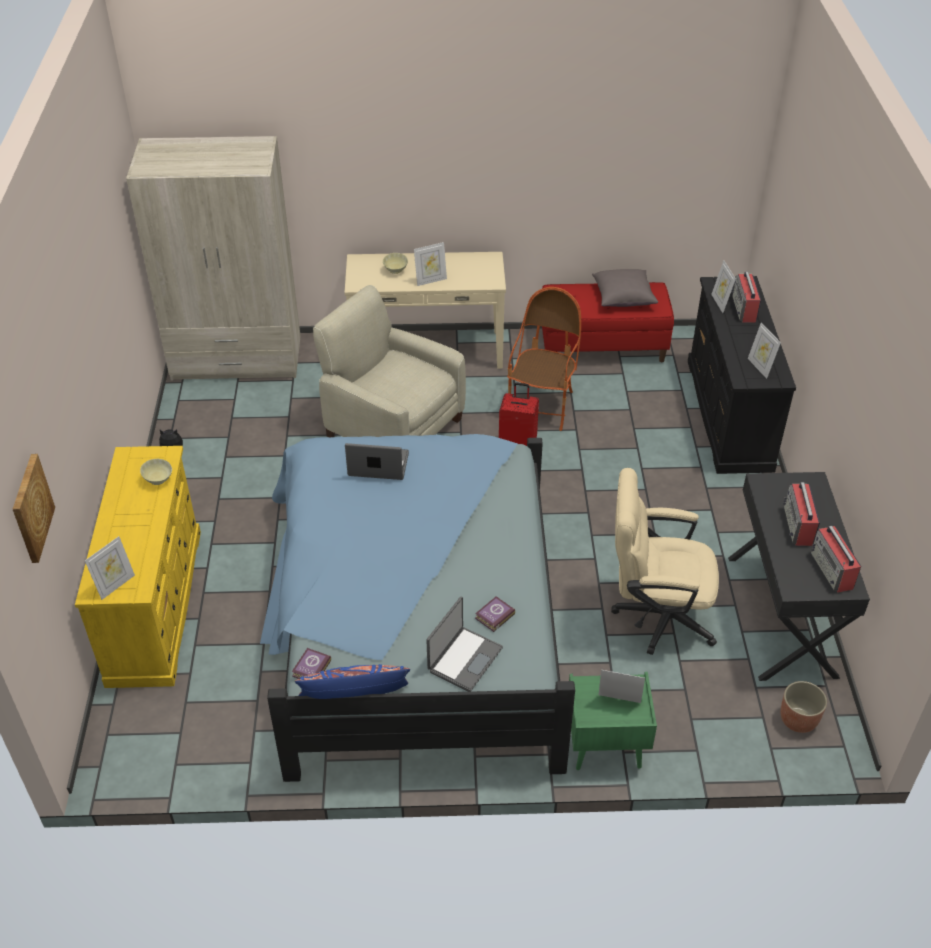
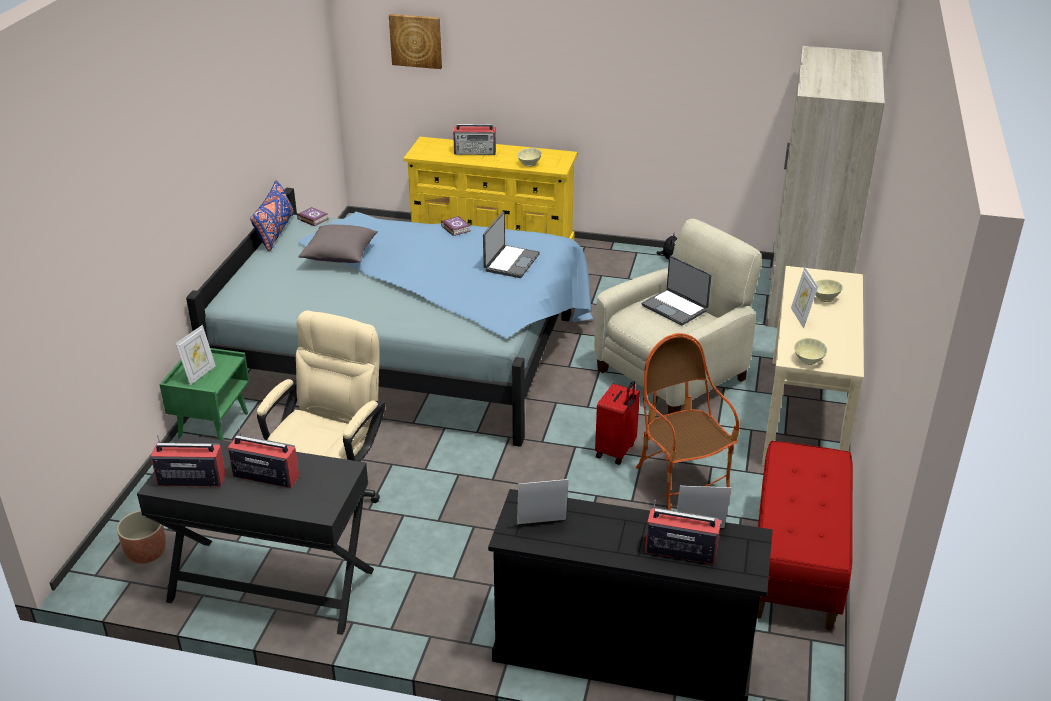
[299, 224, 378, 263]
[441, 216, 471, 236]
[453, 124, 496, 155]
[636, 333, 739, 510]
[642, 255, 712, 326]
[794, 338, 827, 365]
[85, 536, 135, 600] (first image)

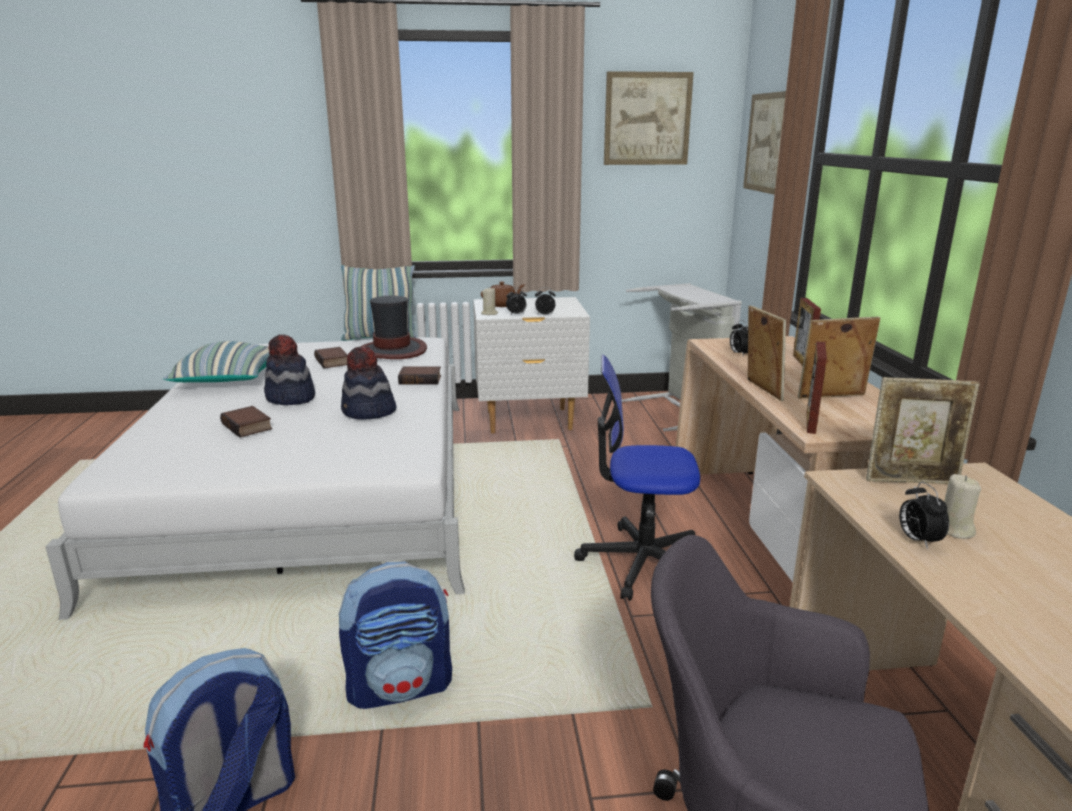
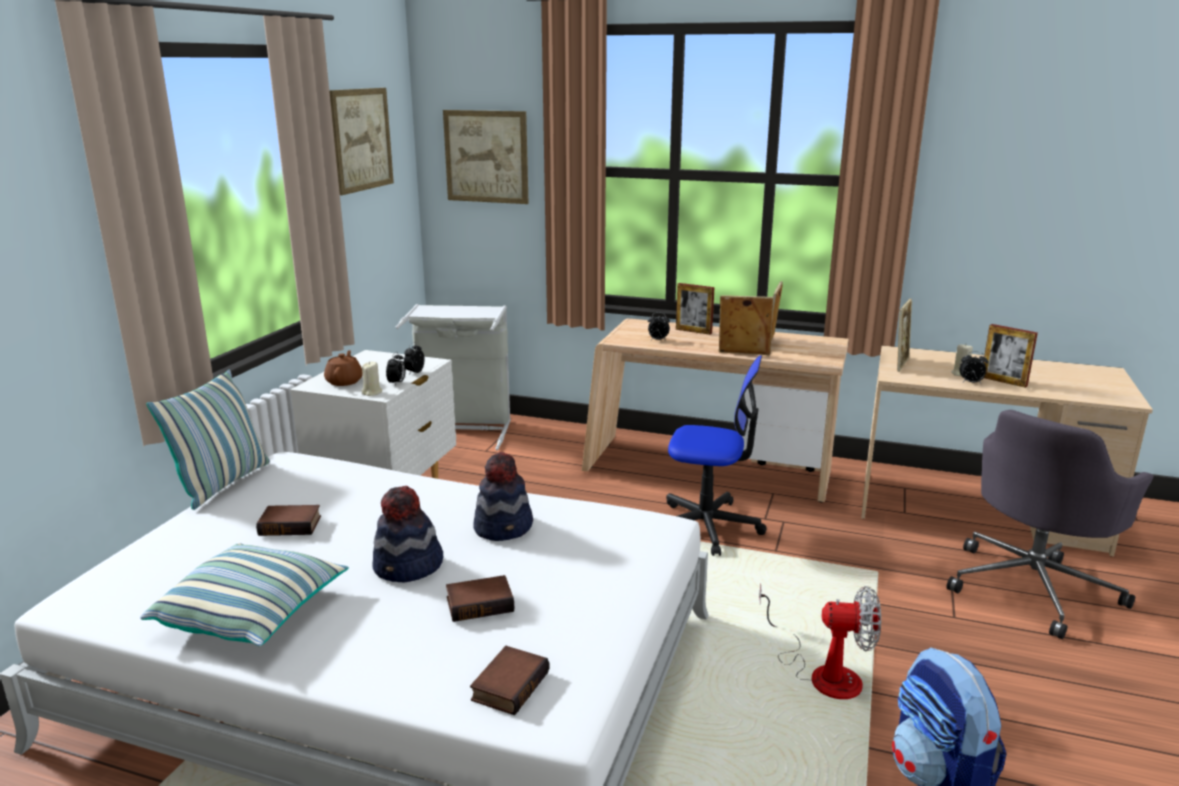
[470, 646, 550, 715]
[666, 355, 766, 556]
[759, 583, 881, 699]
[983, 324, 1038, 388]
[360, 296, 427, 359] (first image)

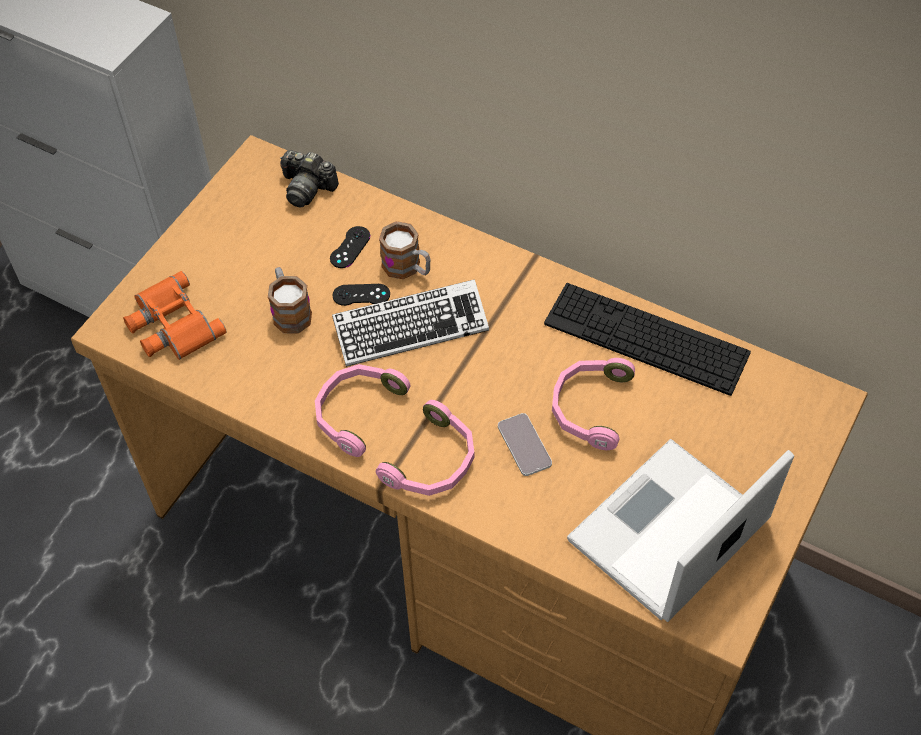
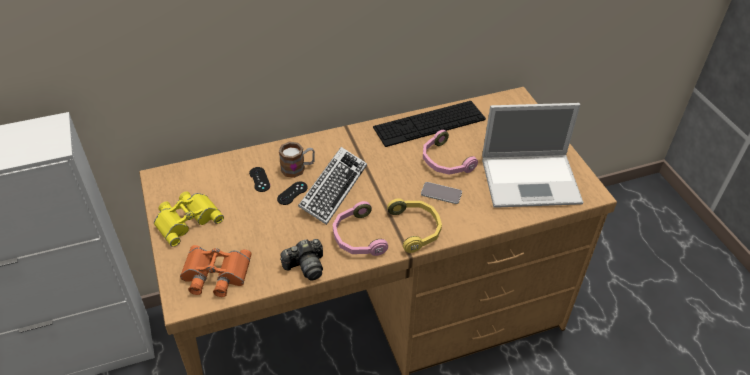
[154, 192, 224, 247]
[280, 239, 323, 281]
[387, 198, 442, 253]
[482, 103, 583, 208]
[268, 267, 312, 334] (first image)

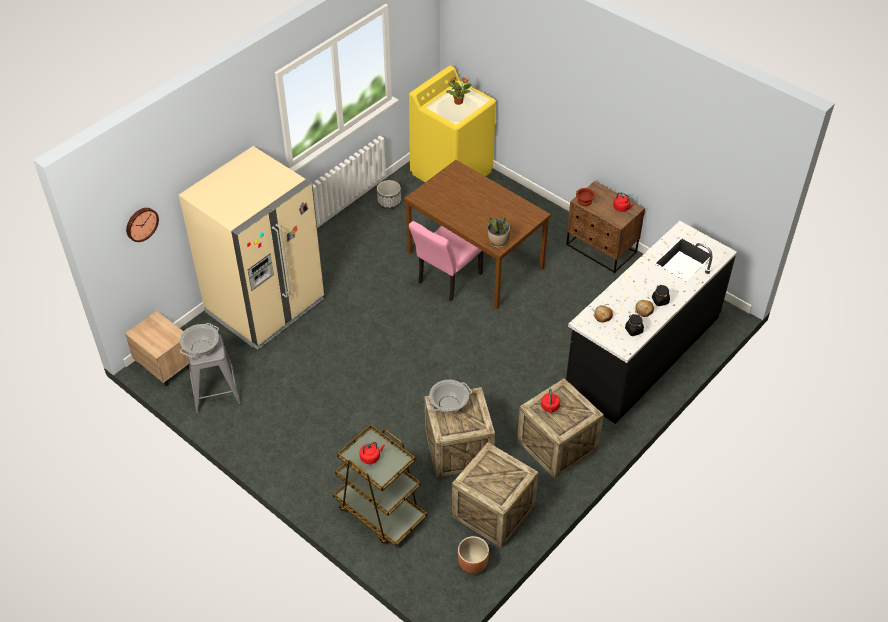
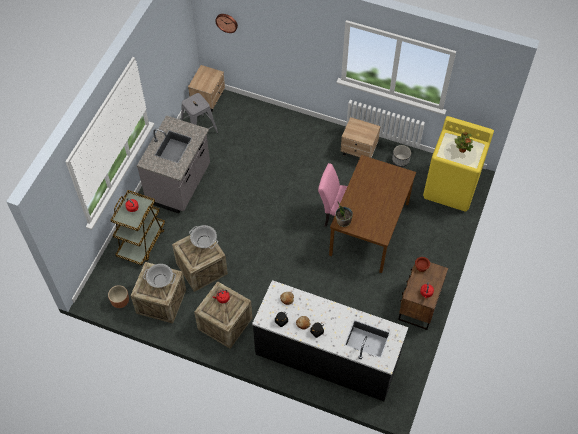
[137, 115, 210, 214]
[143, 264, 176, 288]
[341, 117, 381, 158]
[179, 146, 325, 350] (first image)

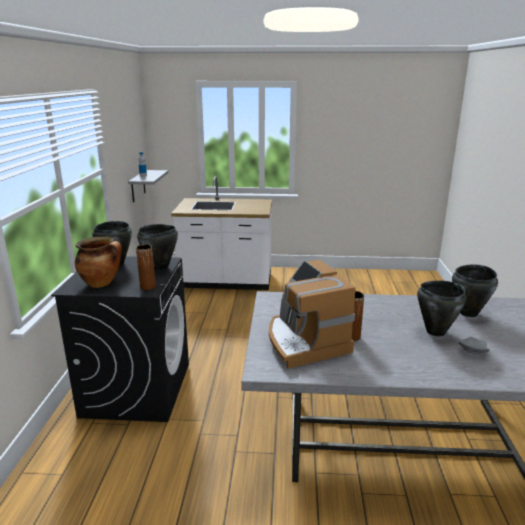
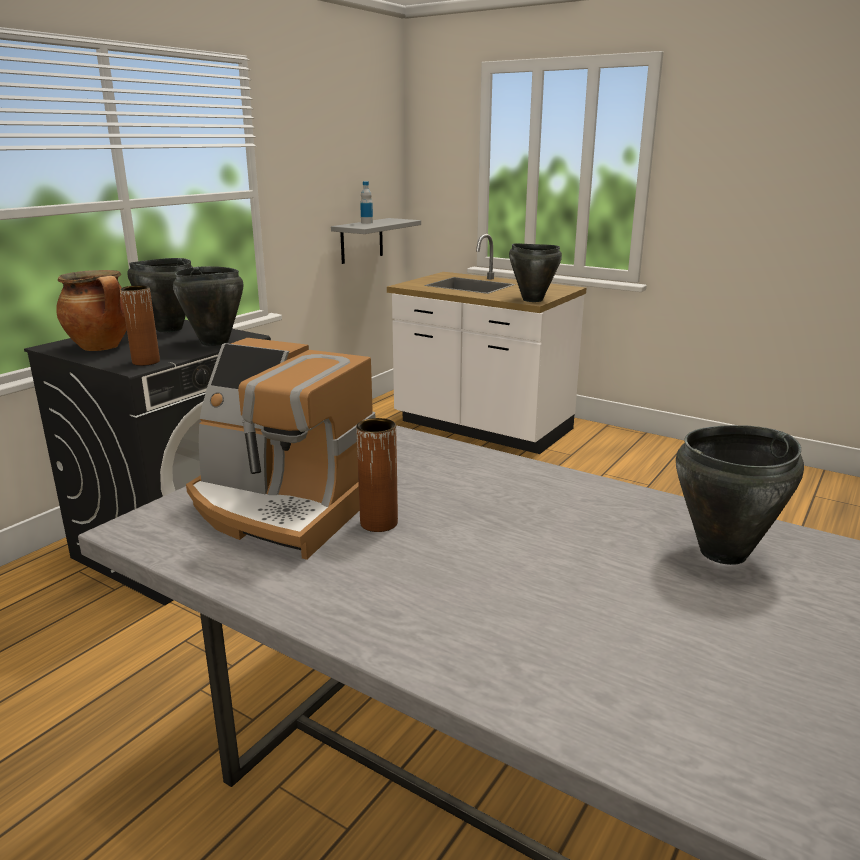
[186, 338, 375, 560]
[509, 243, 562, 302]
[458, 337, 489, 354] (first image)

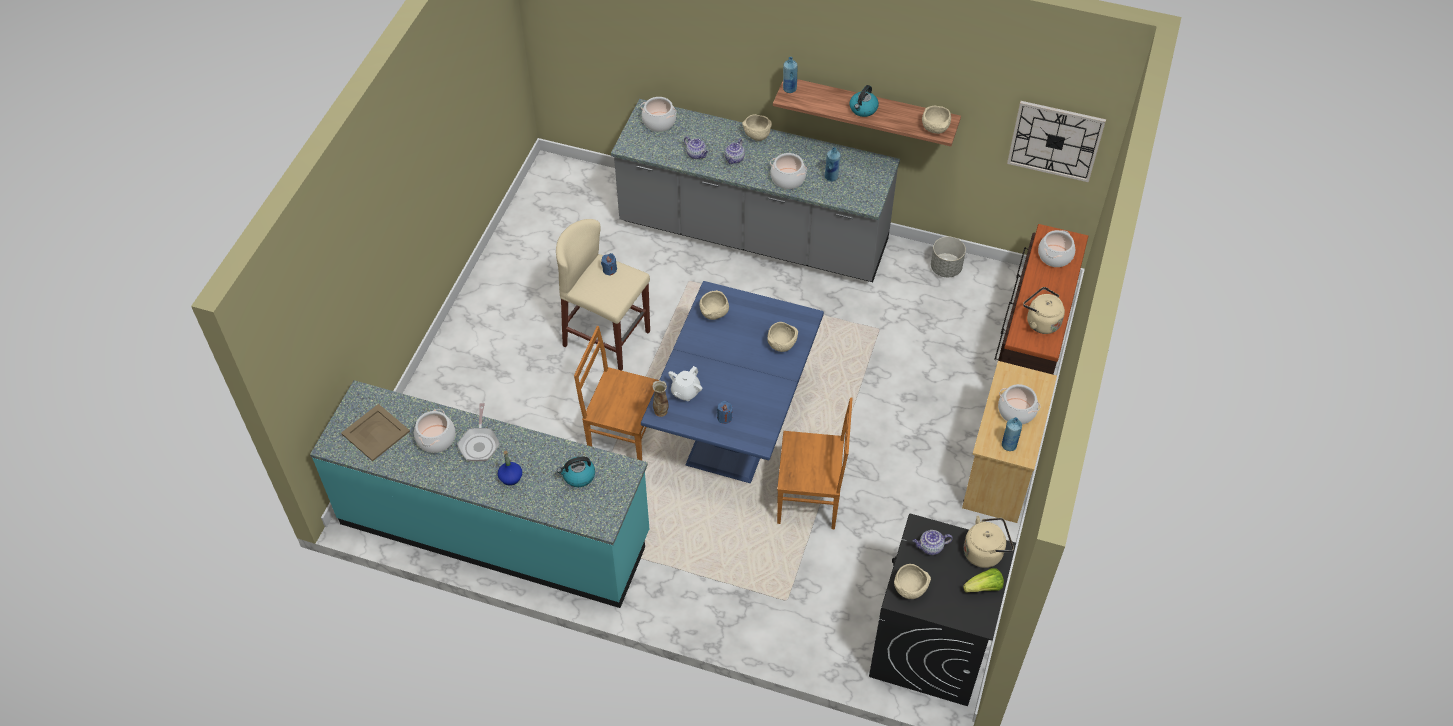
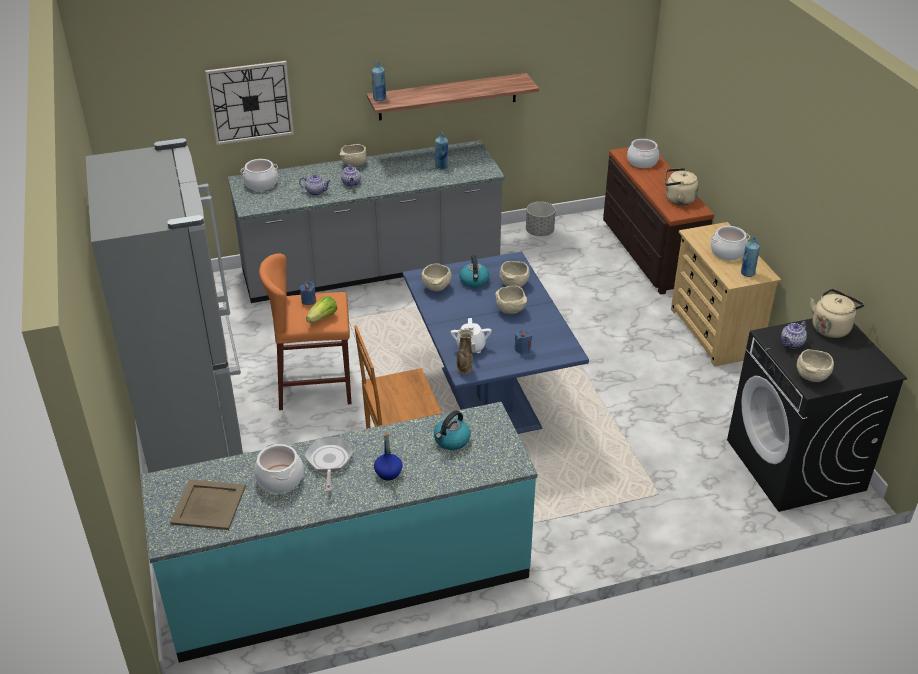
[86, 138, 243, 473]
[205, 61, 294, 145]
[259, 253, 352, 410]
[304, 438, 354, 492]
[306, 296, 337, 323]
[459, 255, 489, 288]
[495, 286, 527, 314]
[770, 153, 807, 189] (first image)
[777, 397, 853, 529] (first image)

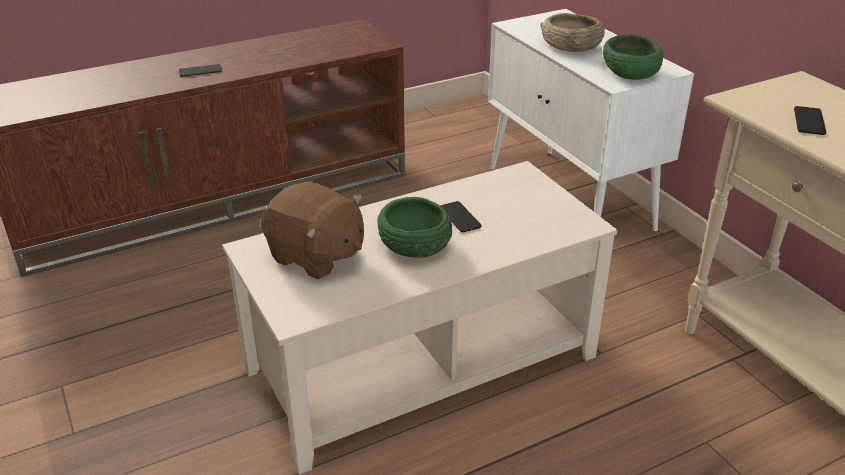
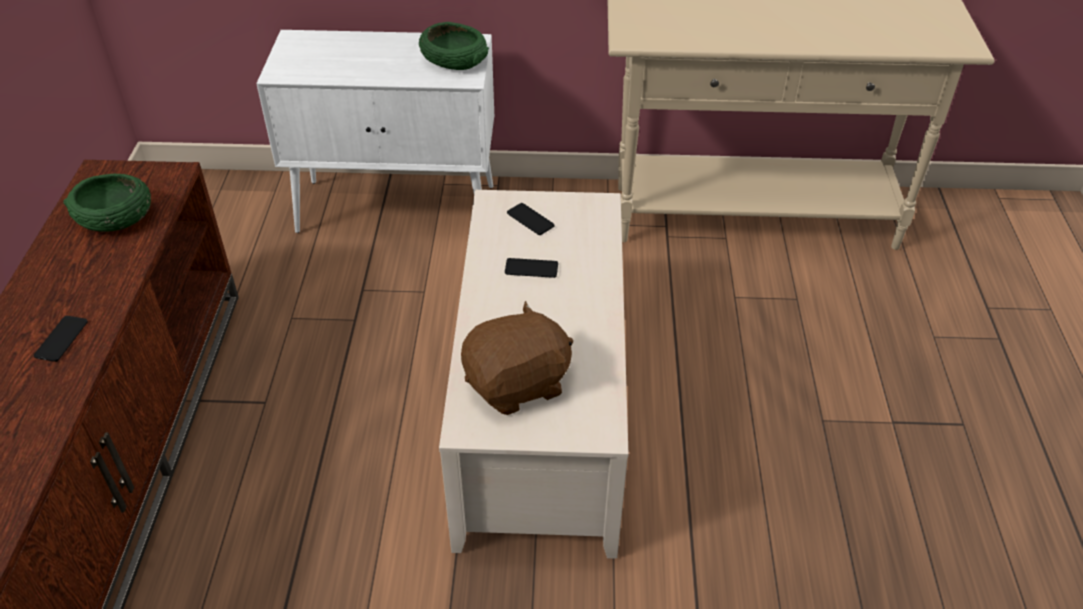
[63, 174, 151, 232]
[507, 203, 555, 235]
[540, 13, 605, 52] (first image)

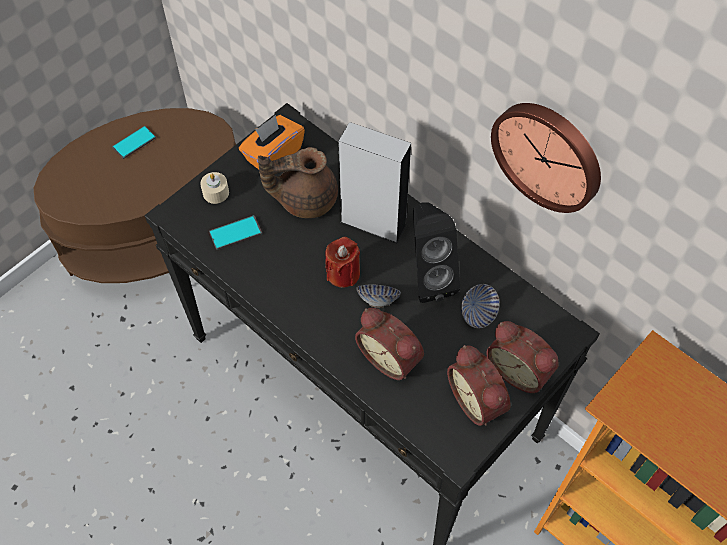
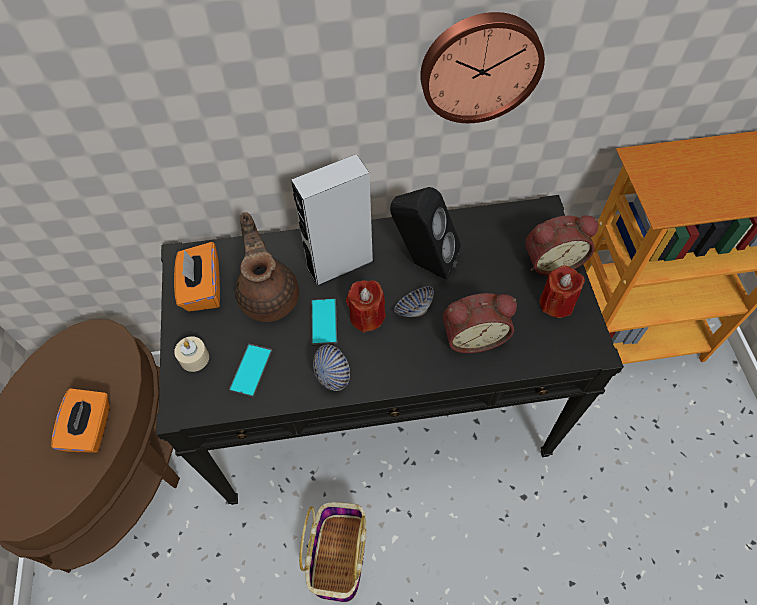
[51, 389, 110, 453]
[235, 212, 299, 322]
[299, 502, 366, 602]
[311, 298, 337, 346]
[313, 344, 350, 391]
[539, 265, 585, 318]

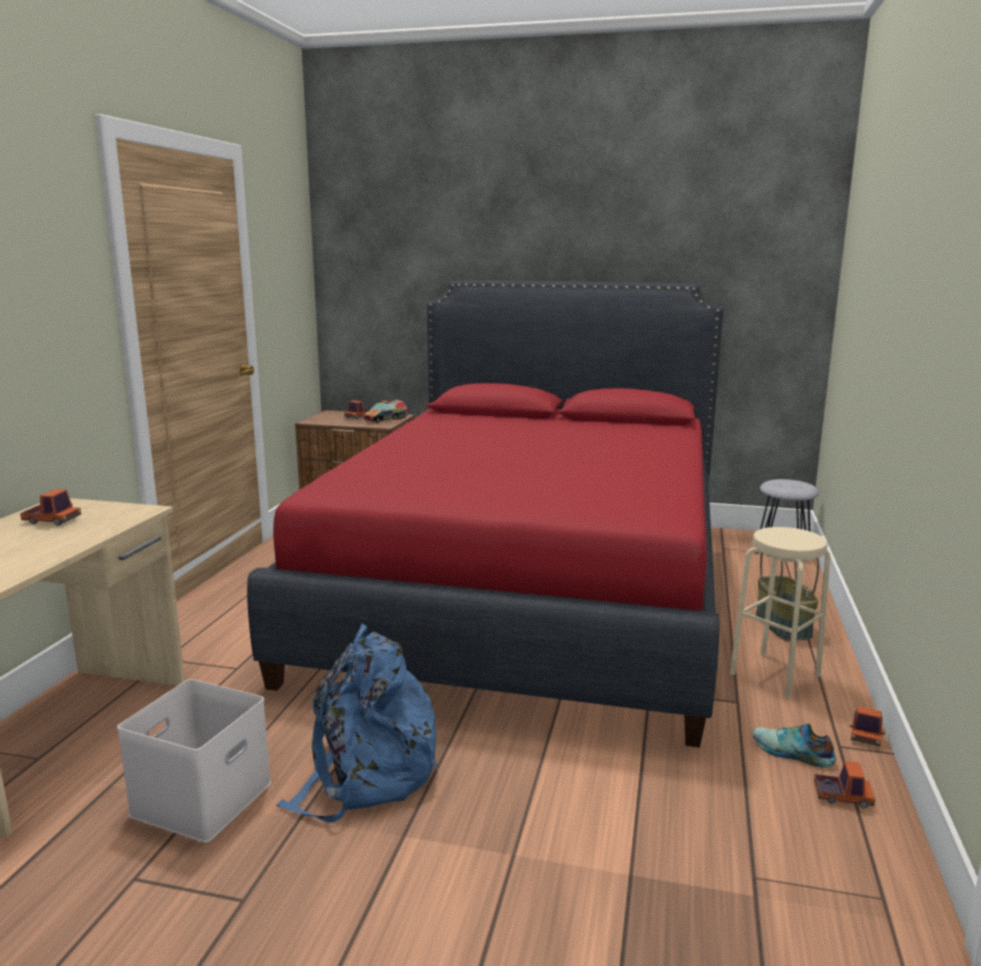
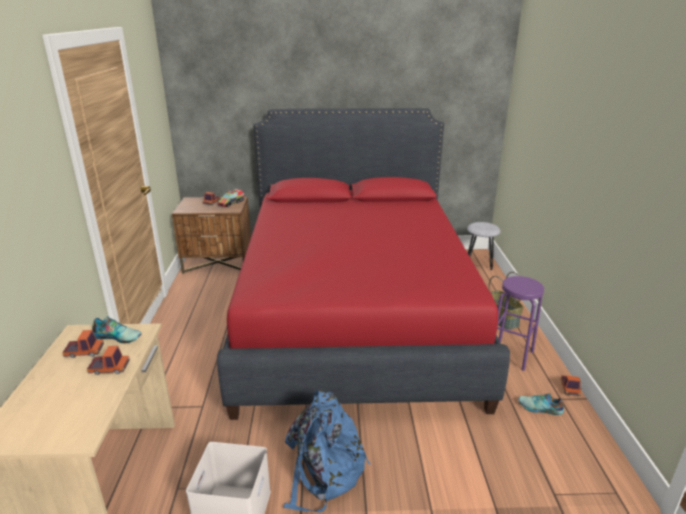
[87, 346, 130, 375]
[92, 316, 142, 344]
[497, 276, 544, 371]

